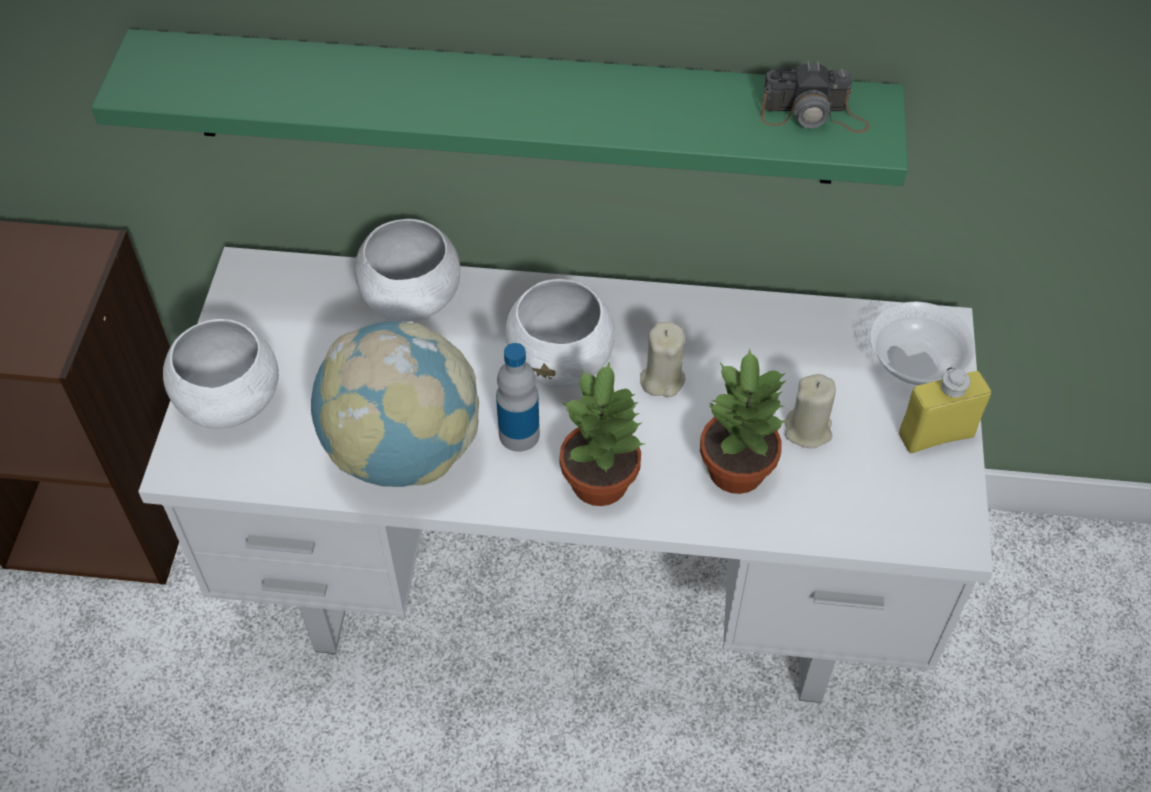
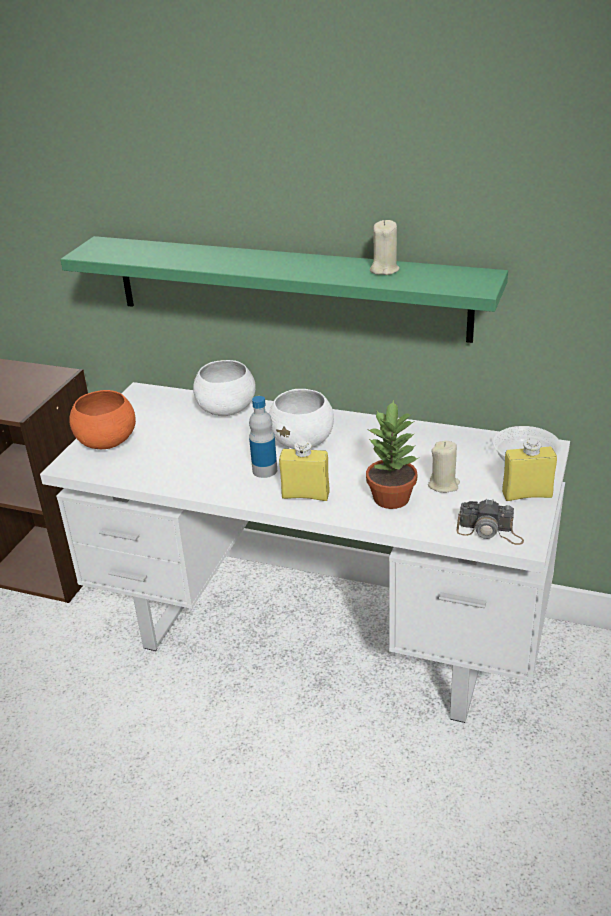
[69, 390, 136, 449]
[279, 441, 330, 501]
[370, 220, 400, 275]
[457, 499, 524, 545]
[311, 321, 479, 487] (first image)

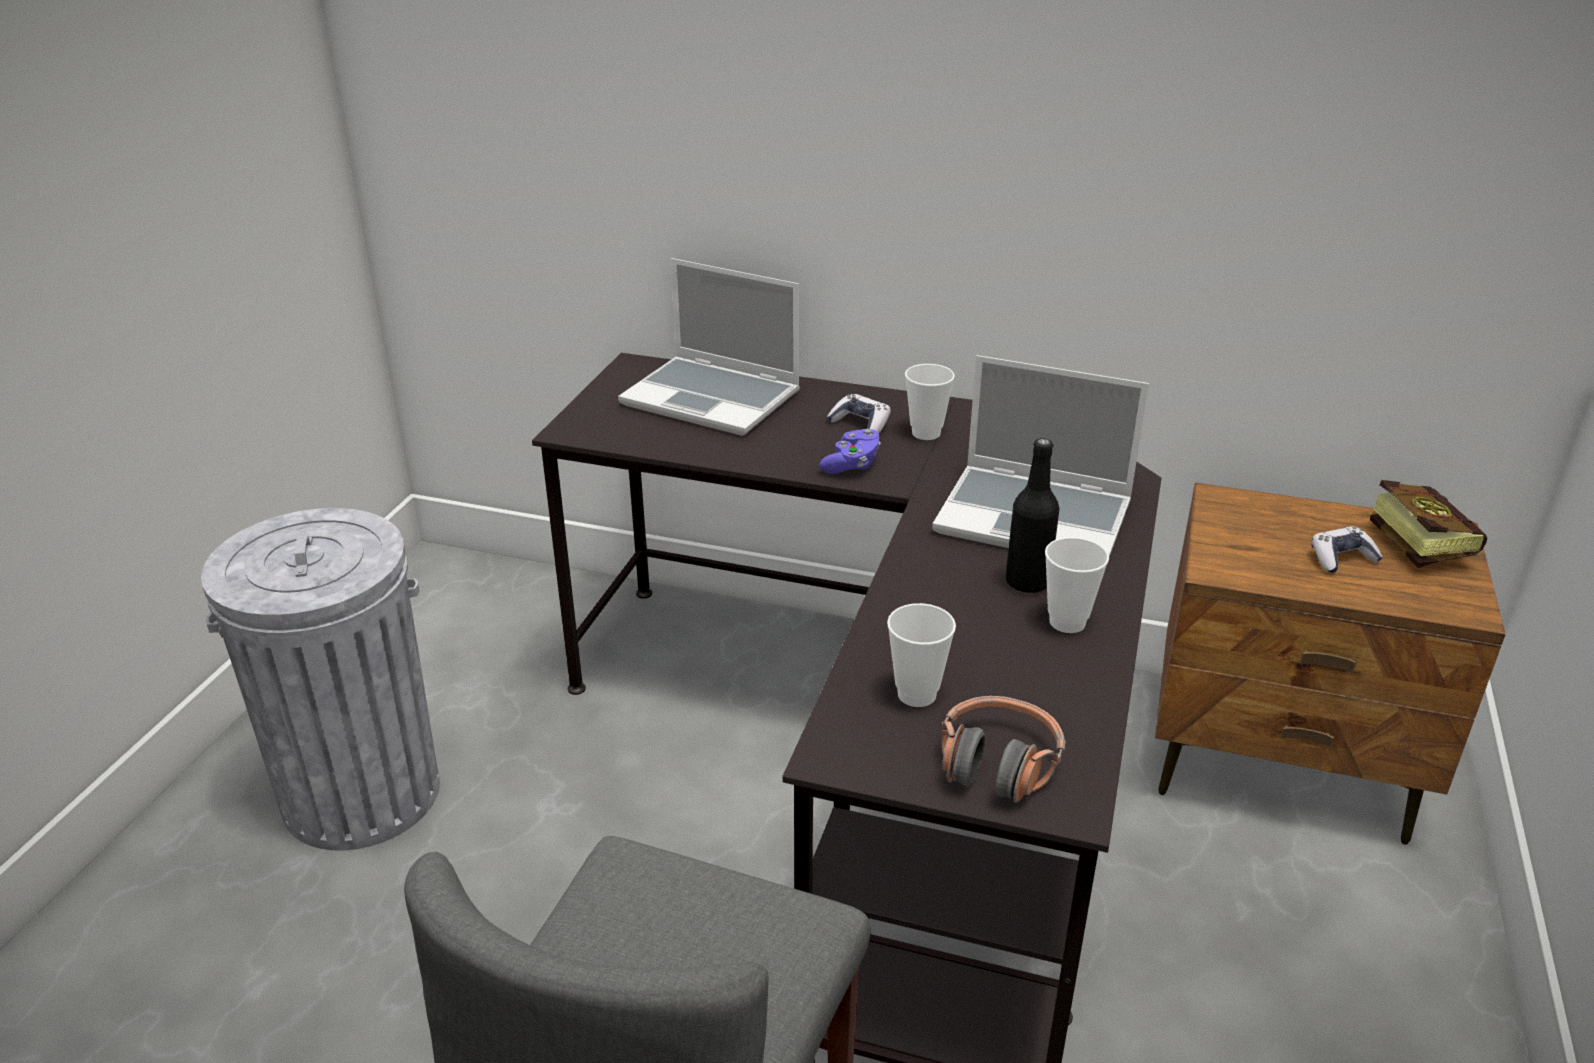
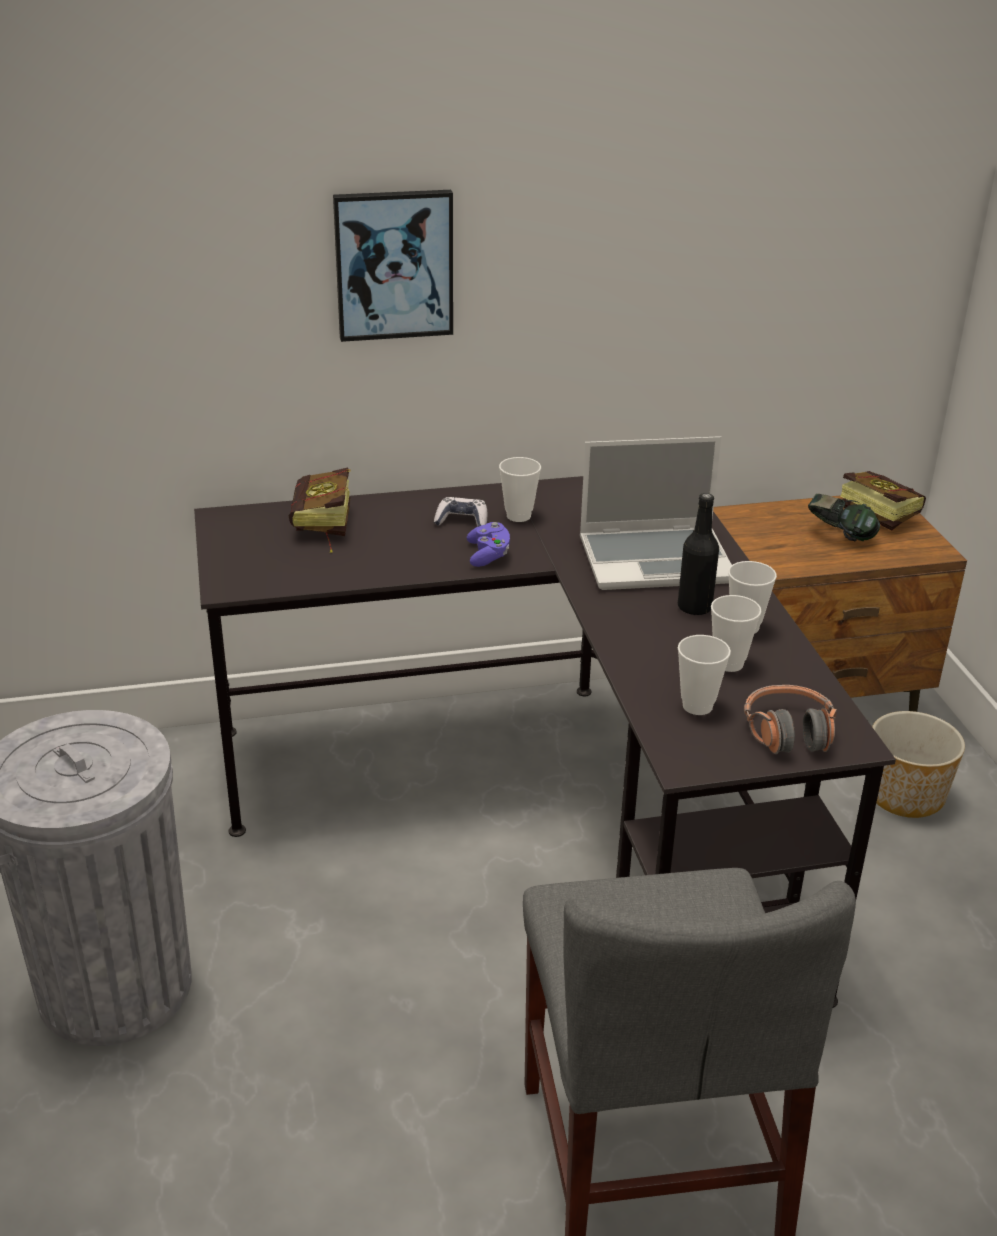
[288, 468, 351, 553]
[333, 190, 453, 342]
[711, 595, 762, 672]
[808, 493, 880, 542]
[872, 711, 965, 818]

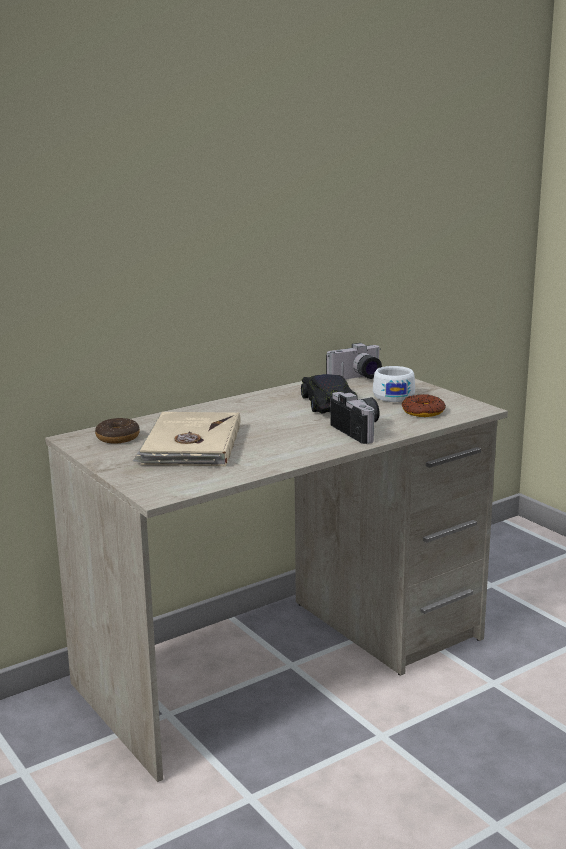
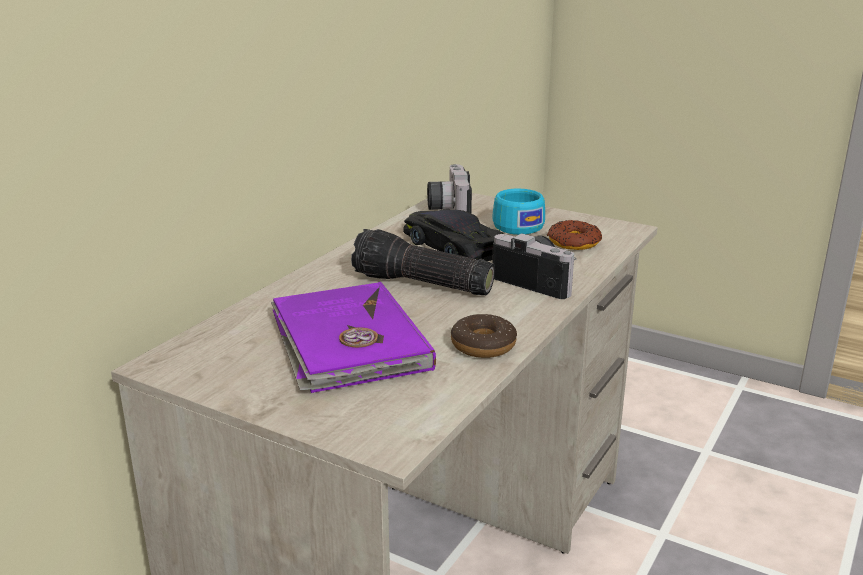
[271, 282, 436, 393]
[351, 229, 495, 295]
[427, 164, 472, 213]
[451, 314, 517, 358]
[492, 189, 545, 235]

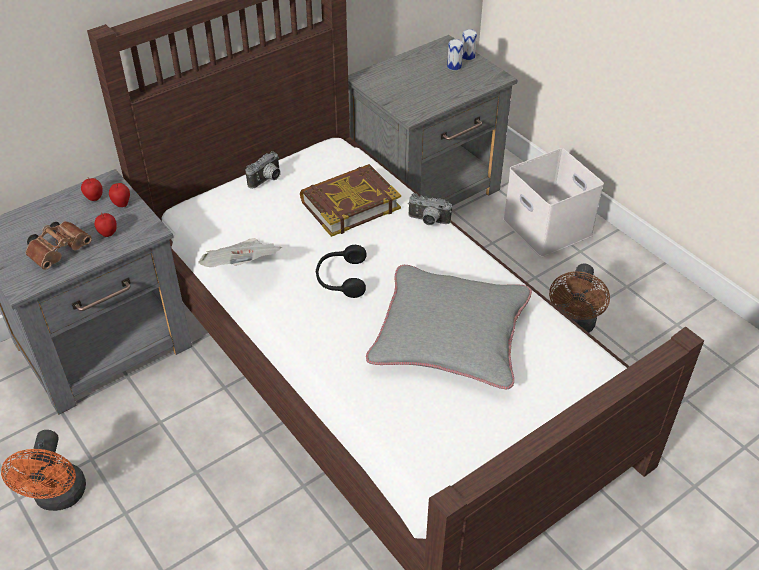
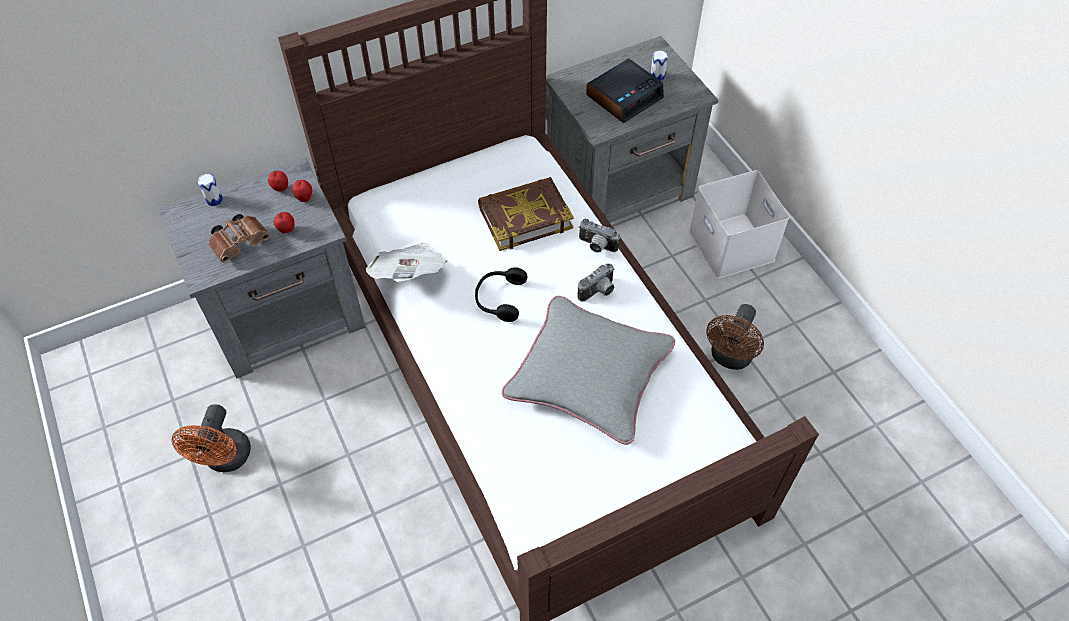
[198, 174, 223, 206]
[578, 263, 615, 302]
[586, 58, 664, 123]

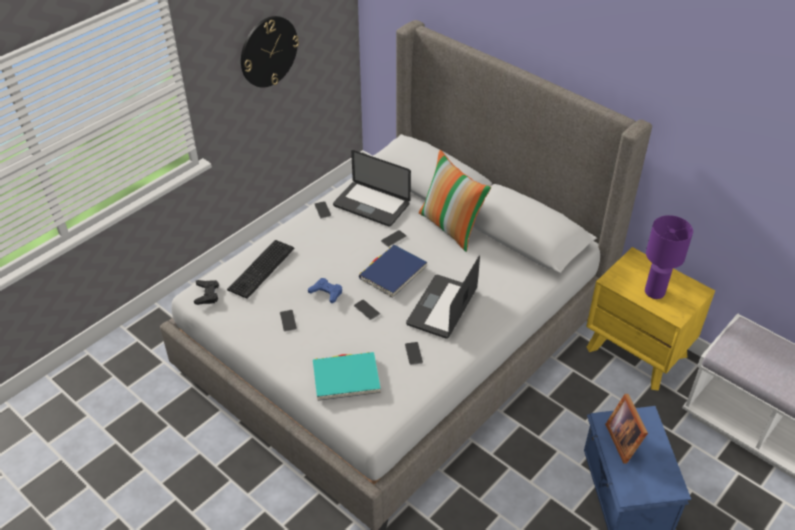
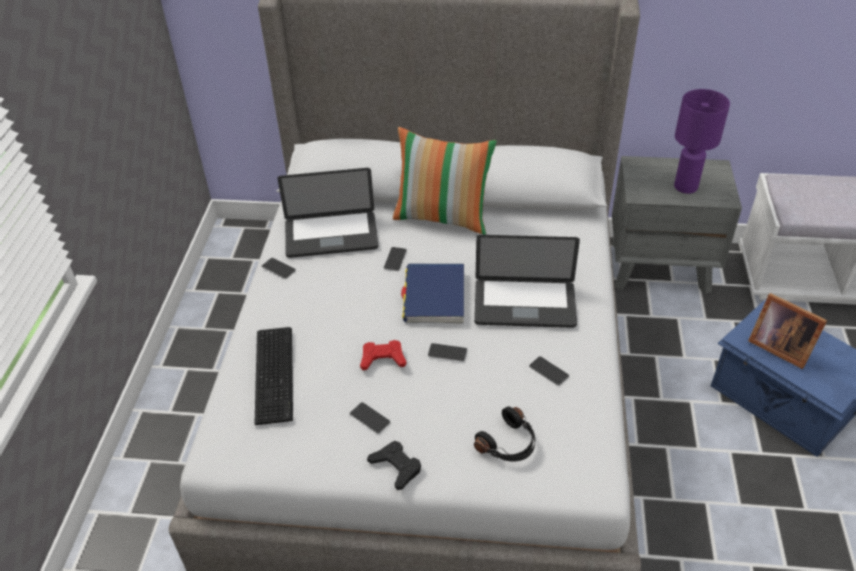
[360, 340, 406, 370]
[367, 441, 421, 490]
[474, 235, 580, 328]
[474, 407, 535, 461]
[611, 156, 742, 294]
[241, 16, 299, 88] (first image)

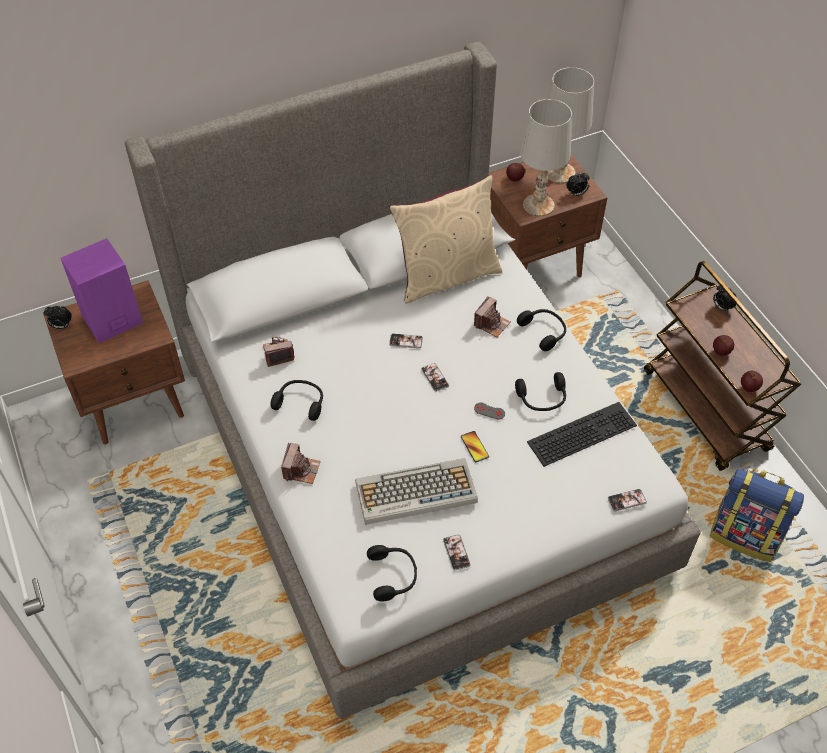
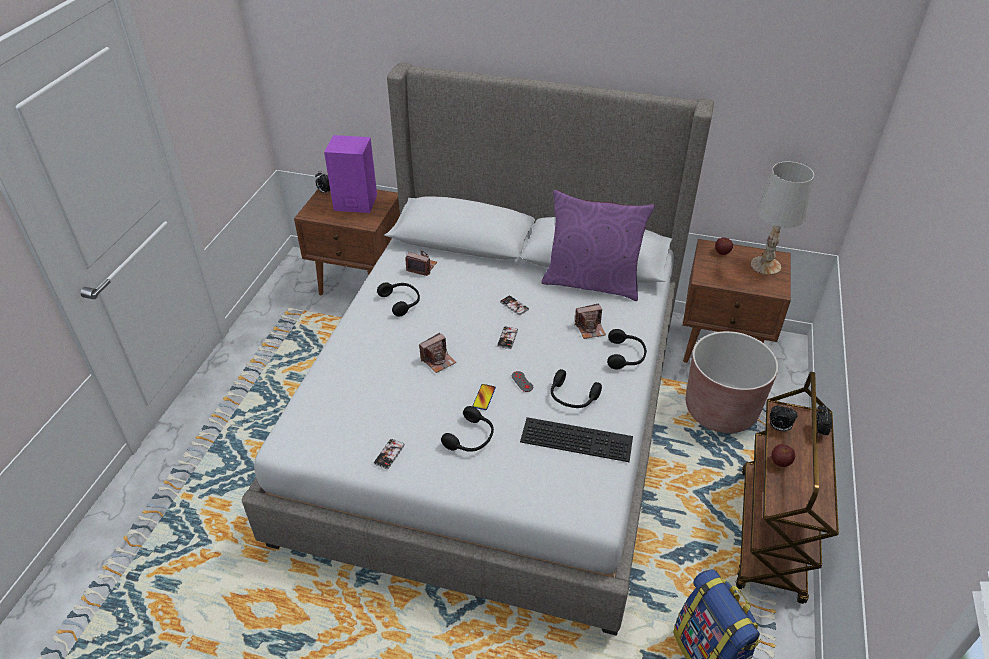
[419, 333, 456, 373]
[441, 406, 494, 452]
[541, 189, 655, 301]
[686, 331, 778, 433]
[770, 405, 798, 431]
[355, 458, 478, 525] (first image)
[520, 99, 572, 217] (first image)
[608, 489, 647, 511] (first image)
[741, 370, 763, 392] (first image)

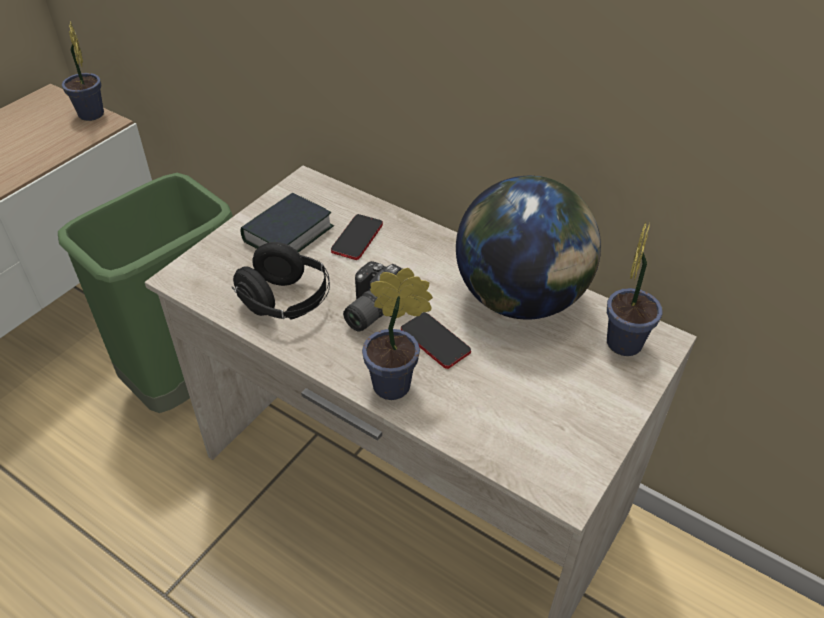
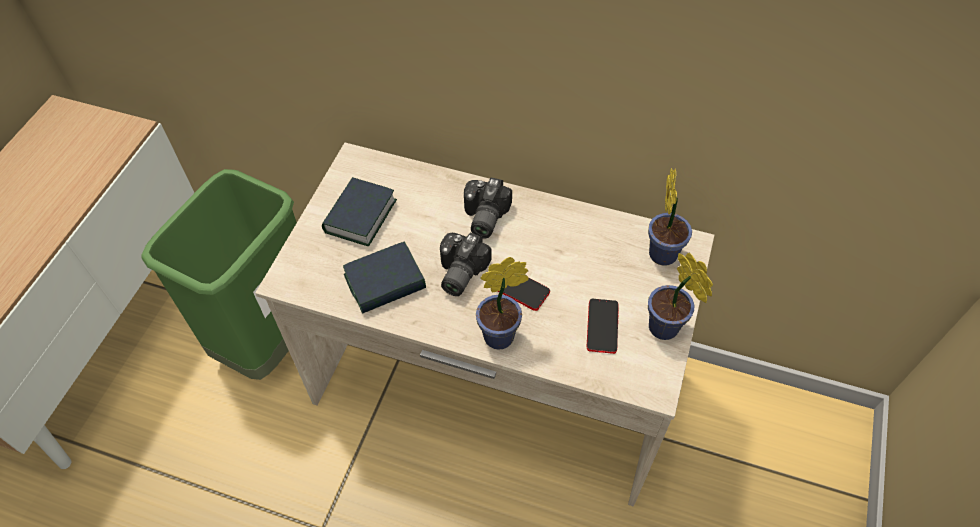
[343, 241, 426, 314]
[464, 178, 512, 238]
[587, 299, 619, 354]
[648, 253, 713, 340]
[456, 176, 601, 320] (first image)

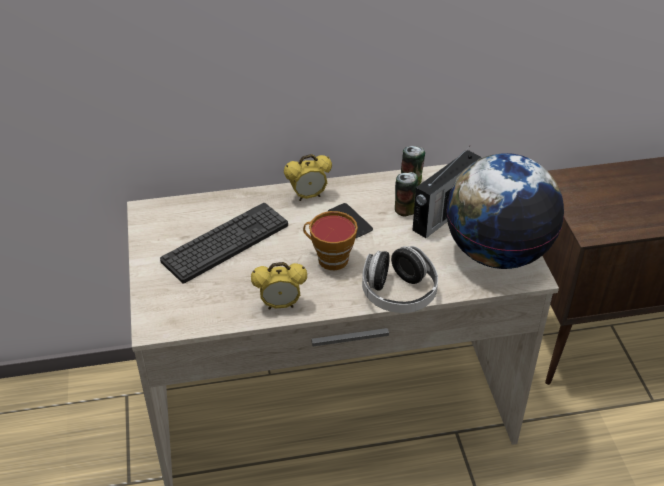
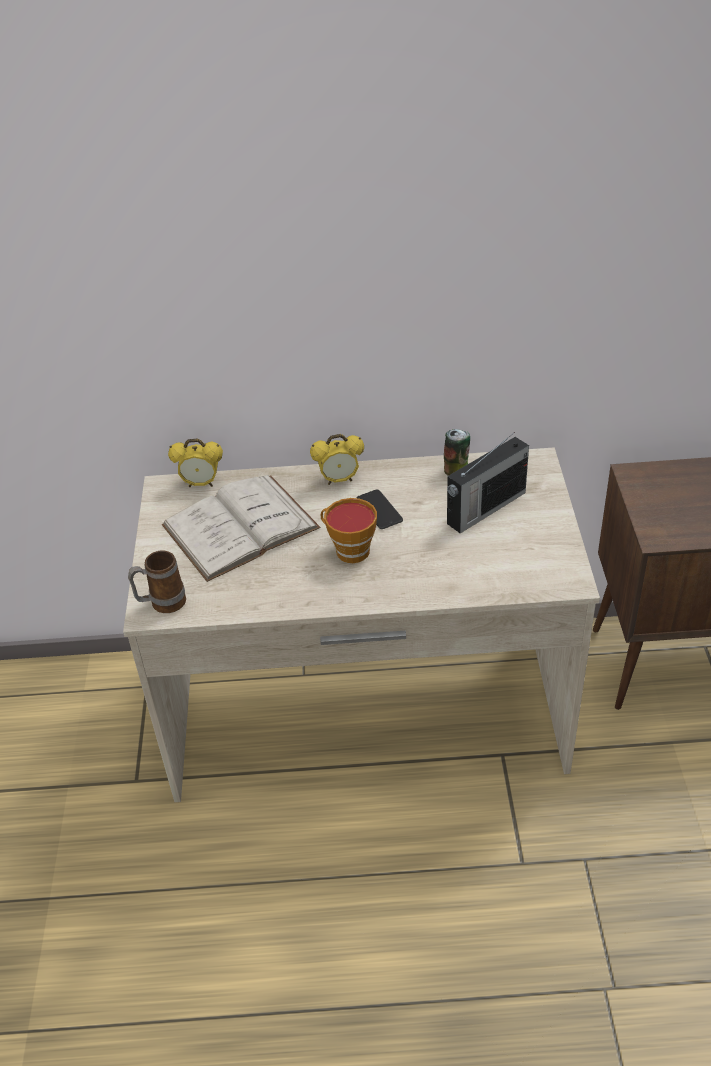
[128, 551, 186, 613]
[162, 475, 320, 582]
[168, 439, 223, 487]
[362, 246, 438, 313] (first image)
[395, 172, 418, 217] (first image)
[446, 153, 564, 269] (first image)

